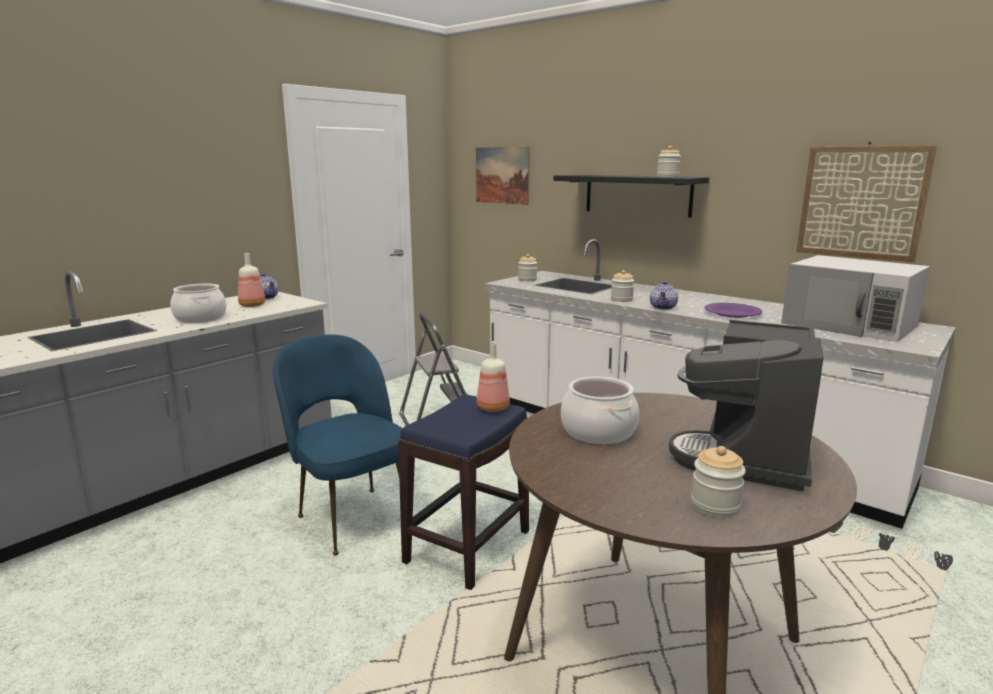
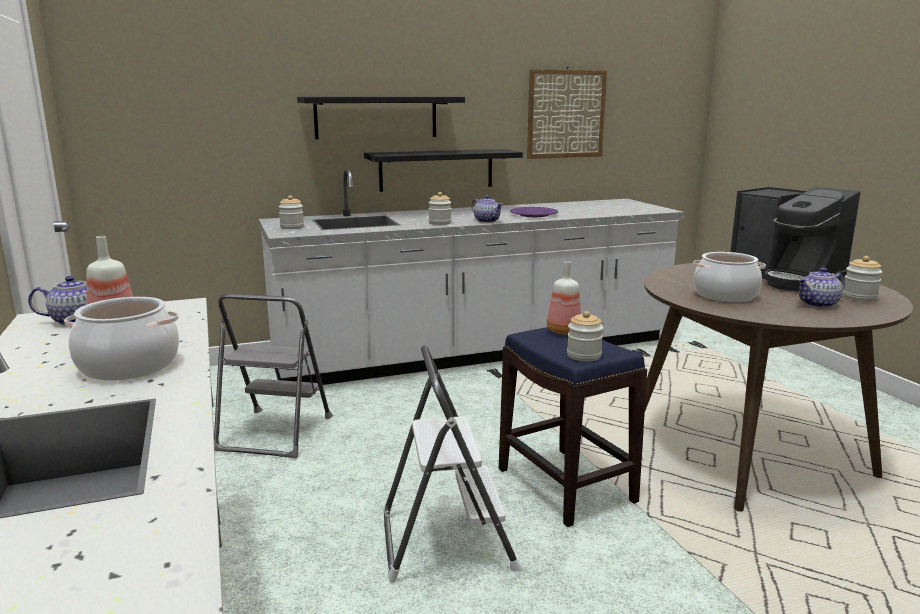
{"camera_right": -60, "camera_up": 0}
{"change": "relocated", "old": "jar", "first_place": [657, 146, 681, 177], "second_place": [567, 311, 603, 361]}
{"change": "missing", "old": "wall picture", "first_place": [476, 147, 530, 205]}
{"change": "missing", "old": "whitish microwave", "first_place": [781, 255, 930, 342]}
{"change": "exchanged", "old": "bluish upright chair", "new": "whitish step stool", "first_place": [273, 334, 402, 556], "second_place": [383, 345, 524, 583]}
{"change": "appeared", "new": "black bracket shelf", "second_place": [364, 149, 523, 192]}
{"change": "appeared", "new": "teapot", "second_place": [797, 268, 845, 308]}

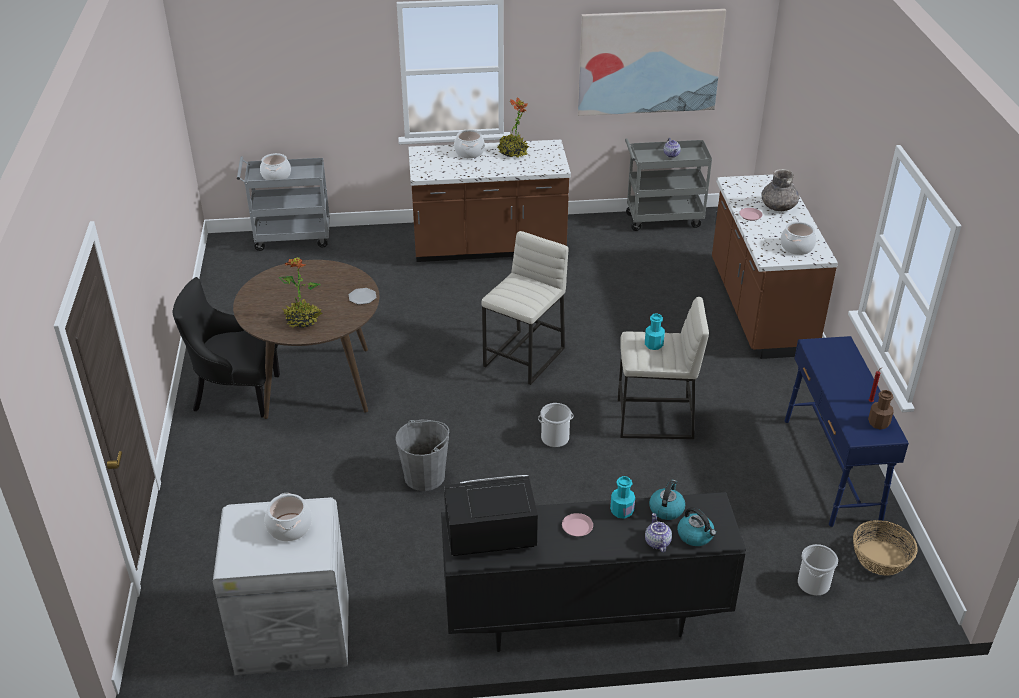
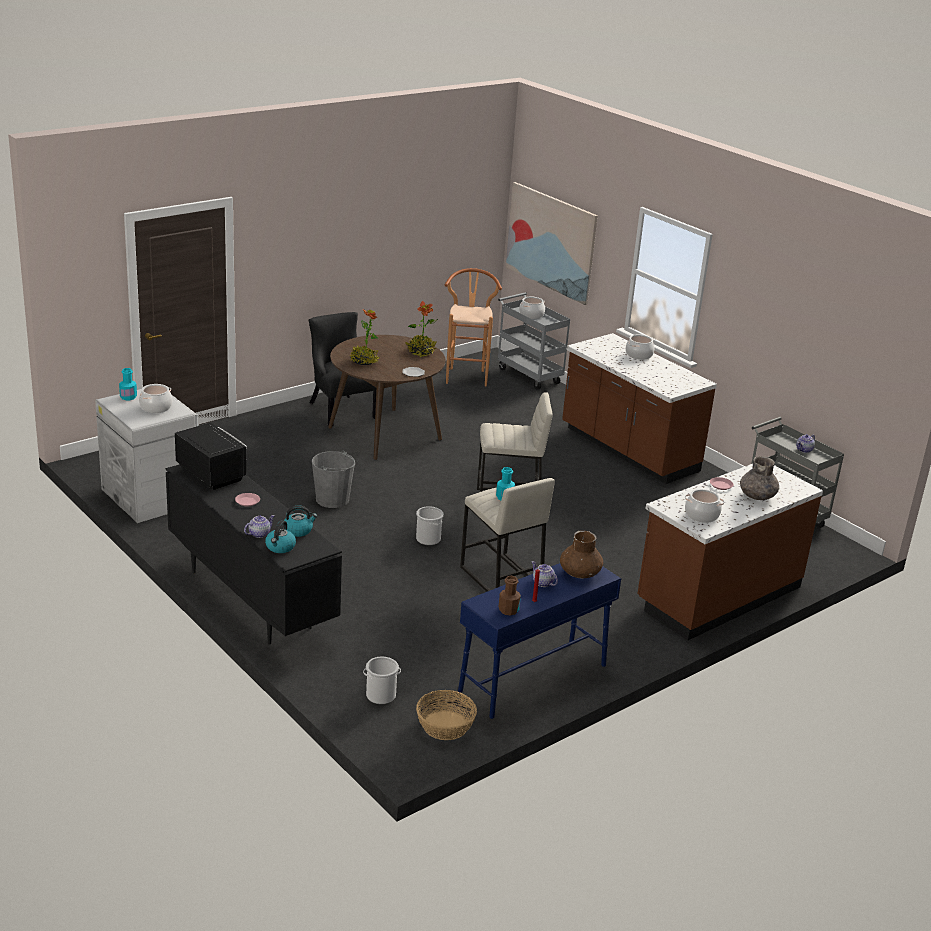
{"camera_right": 55, "camera_up": -10}
{"change": "relocated", "old": "wall picture", "first_place": [578, 9, 726, 116], "second_place": [506, 182, 598, 305]}
{"change": "relocated", "old": "plant in a pot", "first_place": [497, 98, 529, 158], "second_place": [405, 301, 438, 357]}
{"change": "relocated", "old": "turquoise-coloured drink bottle", "first_place": [610, 476, 635, 519], "second_place": [119, 368, 137, 400]}
{"change": "appeared", "new": "brown sitting stool", "second_place": [445, 268, 502, 387]}
{"change": "appeared", "new": "brown decorative vase", "second_place": [560, 531, 603, 579]}
{"change": "appeared", "new": "teapot", "second_place": [532, 561, 558, 587]}

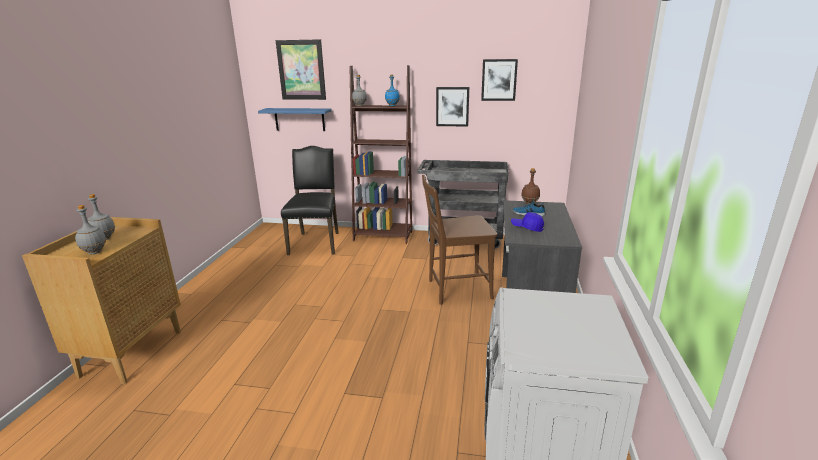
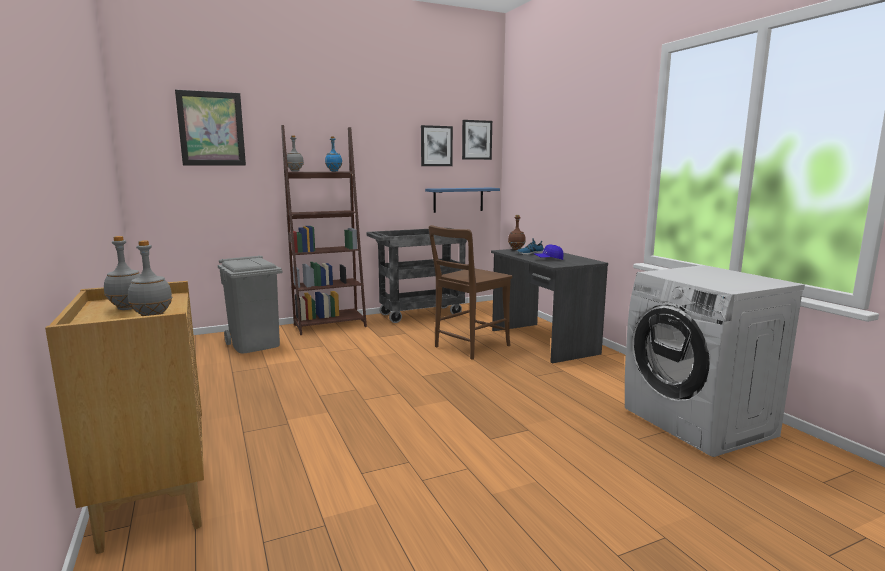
{"camera_right": -35, "camera_up": -10}
{"change": "relocated", "old": "wall picture", "first_place": [436, 87, 469, 127], "second_place": [462, 120, 492, 160]}
{"change": "relocated", "old": "bluish bracket shelf", "first_place": [258, 108, 332, 131], "second_place": [425, 188, 500, 213]}
{"change": "exchanged", "old": "black upright chair", "new": "gray waste bin", "first_place": [281, 146, 339, 255], "second_place": [218, 255, 283, 353]}

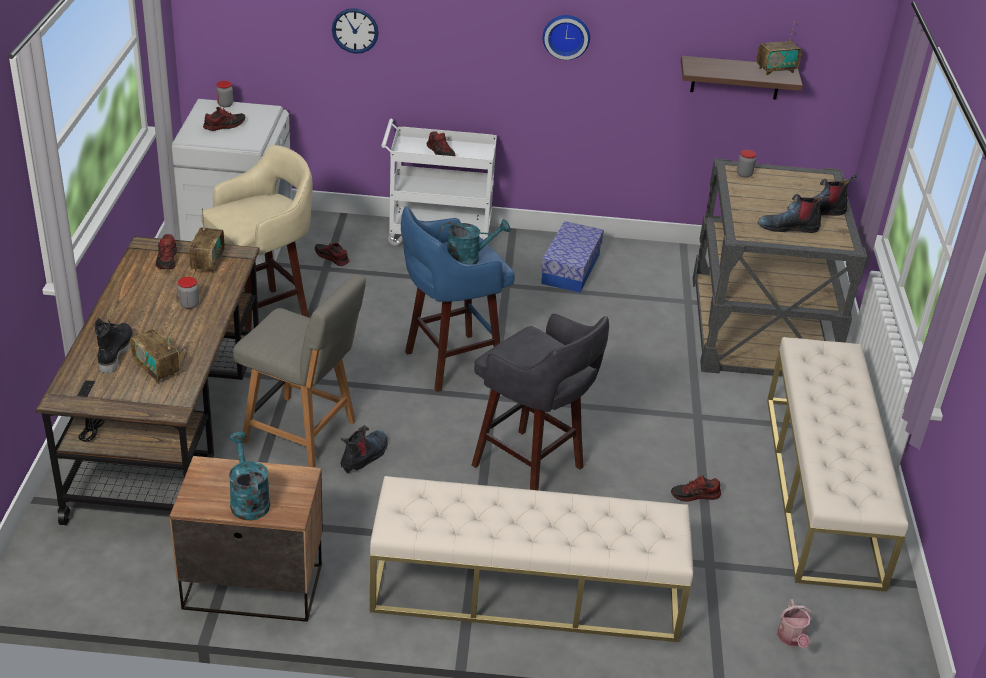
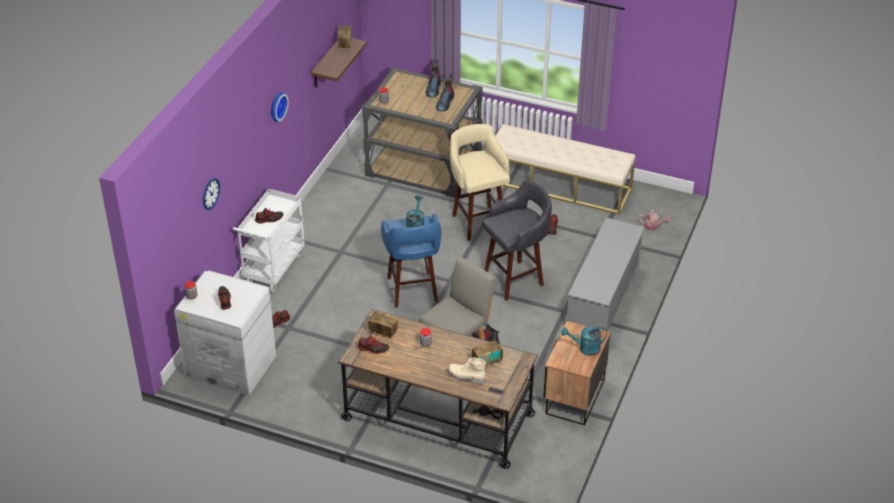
{"camera_right": -70, "camera_up": 5}
{"change": "relocated", "old": "beige sitting stool", "first_place": [201, 145, 313, 337], "second_place": [450, 124, 510, 241]}
{"change": "missing", "old": "storage container", "first_place": [541, 221, 604, 293]}
{"change": "colour", "old": "black high-top boot", "new": "beige high-top boot", "first_place": [94, 317, 134, 374], "second_place": [448, 357, 486, 385]}
{"change": "exchanged", "old": "beige long seat", "new": "gray shoe rack", "first_place": [370, 476, 693, 642], "second_place": [567, 218, 645, 331]}

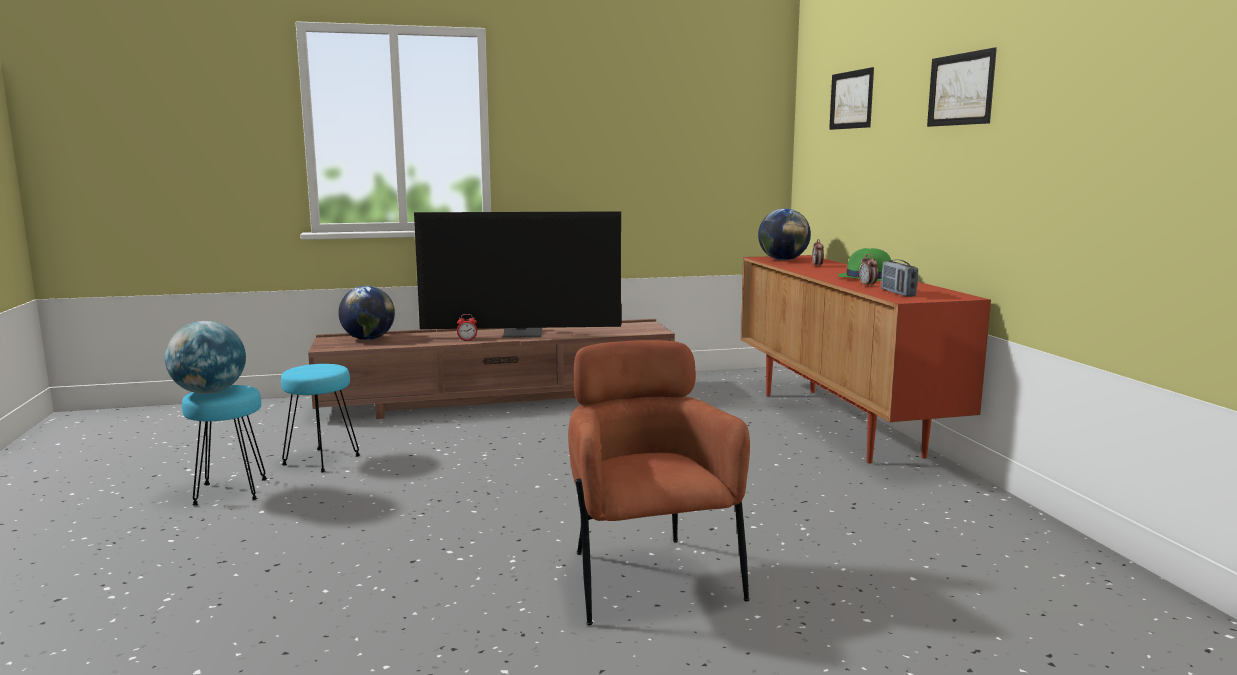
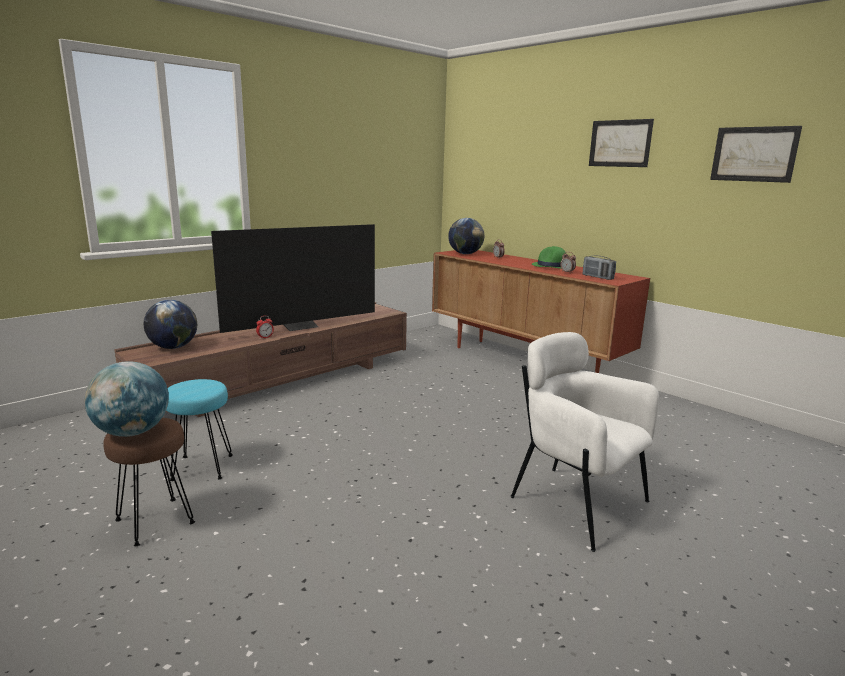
{"camera_right": -30, "camera_up": 5}
{"change": "relocated", "old": "wall picture", "first_place": [829, 67, 874, 130], "second_place": [710, 126, 802, 183]}
{"change": "colour", "old": "brown armchair", "new": "whitish armchair", "first_place": [568, 340, 750, 625], "second_place": [511, 332, 659, 552]}
{"change": "colour", "old": "turquoise-coloured sitting stool", "new": "brown sitting stool", "first_place": [182, 385, 267, 505], "second_place": [103, 418, 195, 546]}

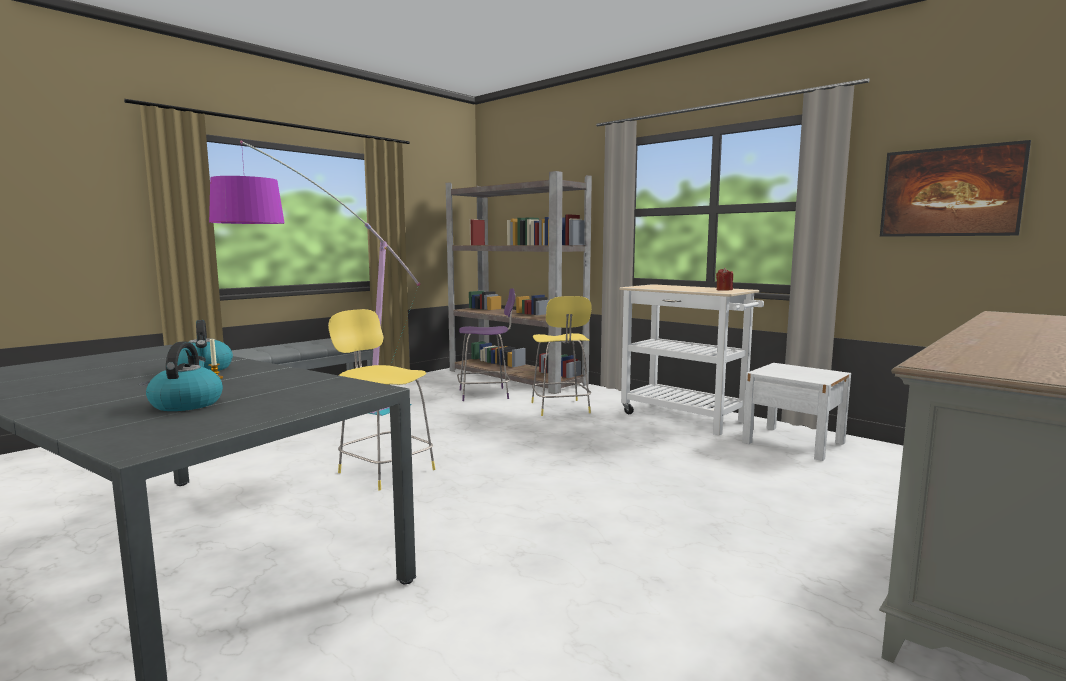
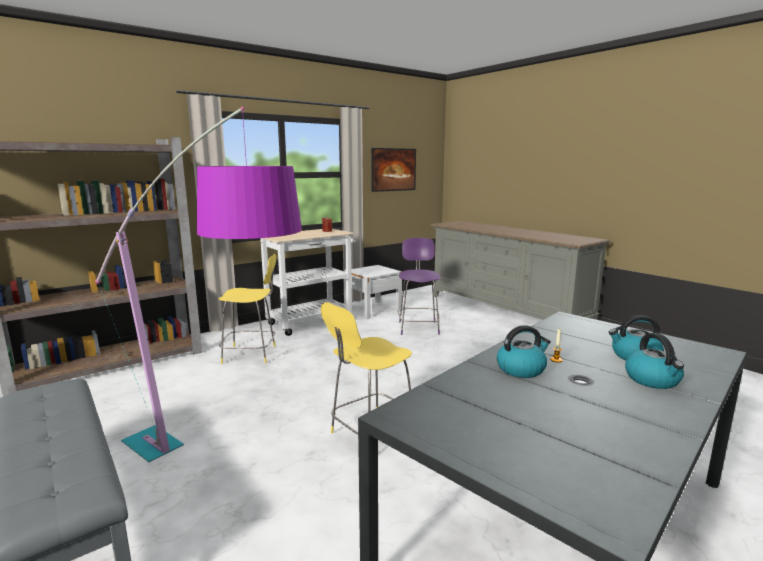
{"camera_right": -80, "camera_up": 5}
{"change": "relocated", "old": "purple sitting stool", "first_place": [457, 288, 515, 401], "second_place": [398, 238, 441, 335]}
{"change": "appeared", "new": "kettle", "second_place": [625, 333, 684, 389]}

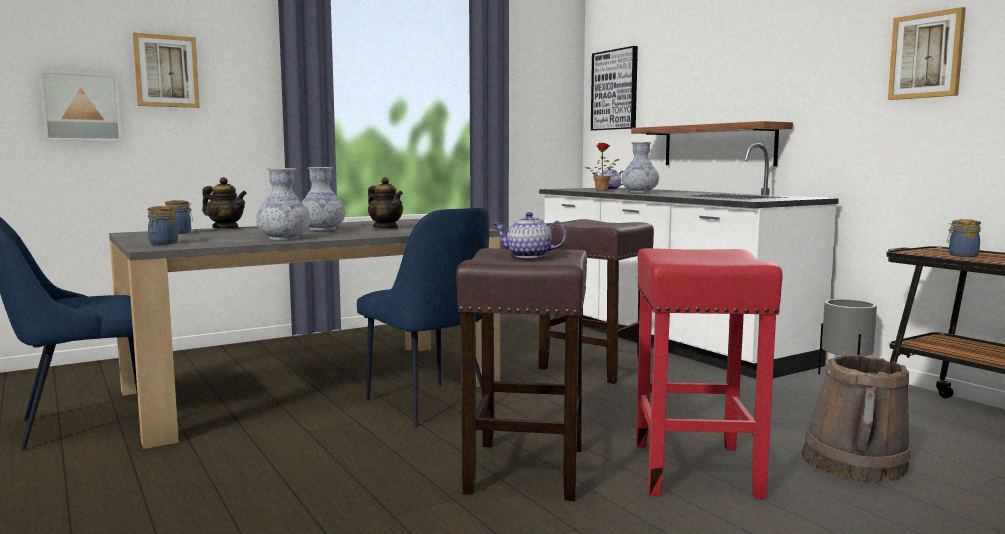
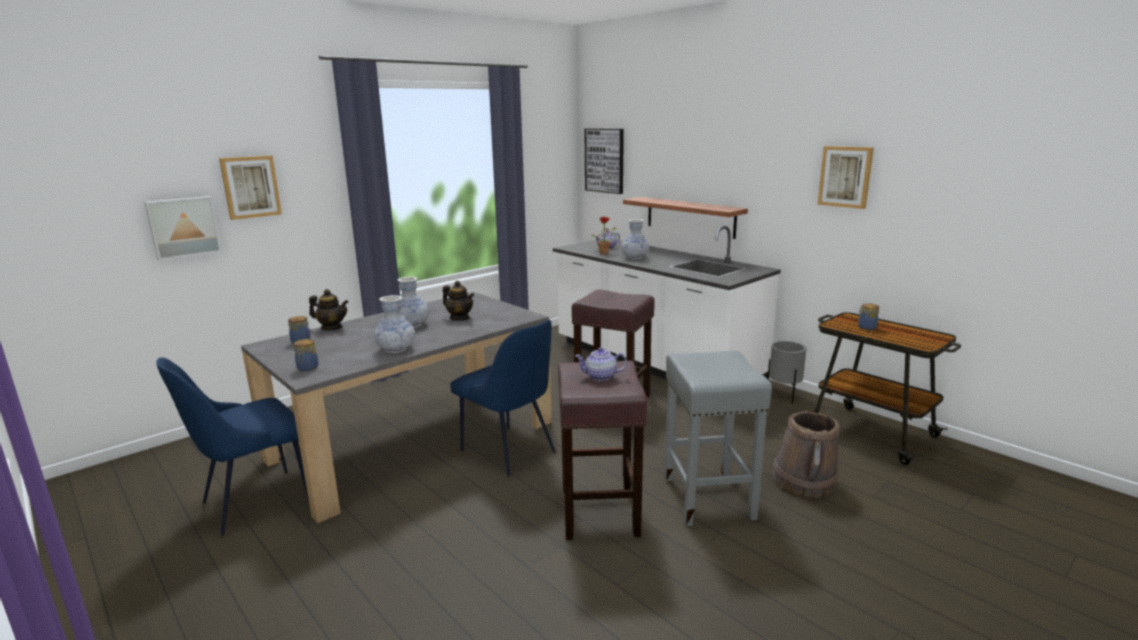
{"camera_right": -10, "camera_up": 10}
{"change": "colour", "old": "red sitting stool", "new": "gray sitting stool", "first_place": [636, 248, 782, 499], "second_place": [665, 350, 772, 526]}

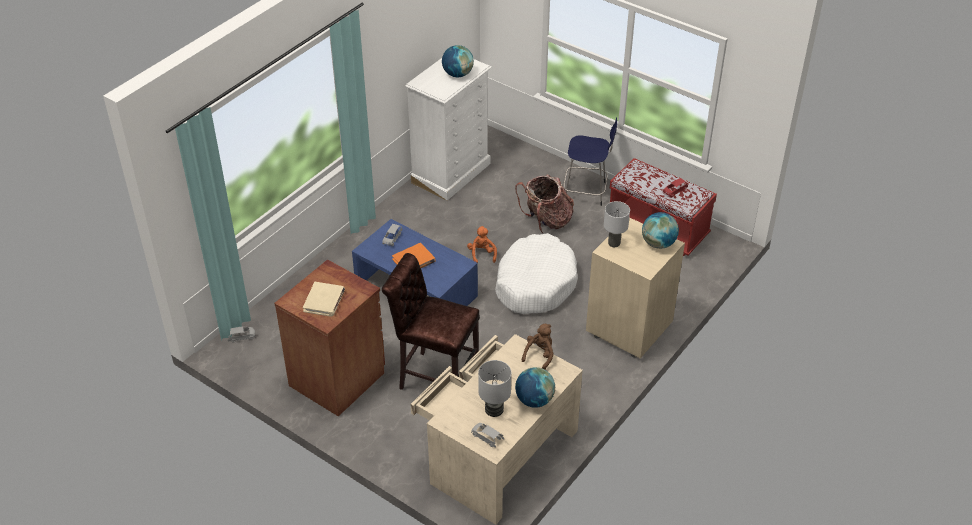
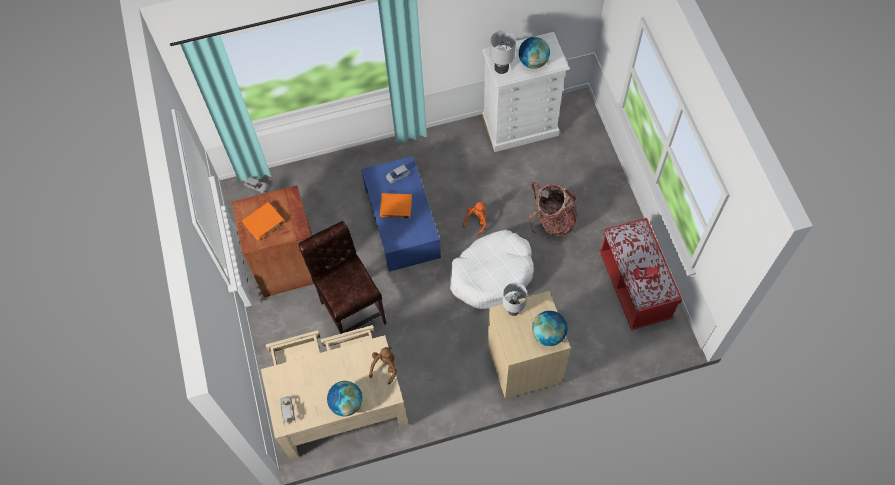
{"camera_right": 40, "camera_up": 20}
{"change": "missing", "old": "bluish sitting stool", "first_place": [563, 117, 617, 206]}
{"change": "colour", "old": "beige book", "new": "orange-coloured book", "first_place": [303, 282, 345, 317], "second_place": [242, 202, 285, 240]}
{"change": "spun", "old": "brown cuddly toy", "first_place": [522, 324, 554, 370], "second_place": [369, 346, 397, 384], "degrees": -45}
{"change": "relocated", "old": "gray tabletop lamp", "first_place": [478, 360, 511, 417], "second_place": [490, 30, 516, 74]}

